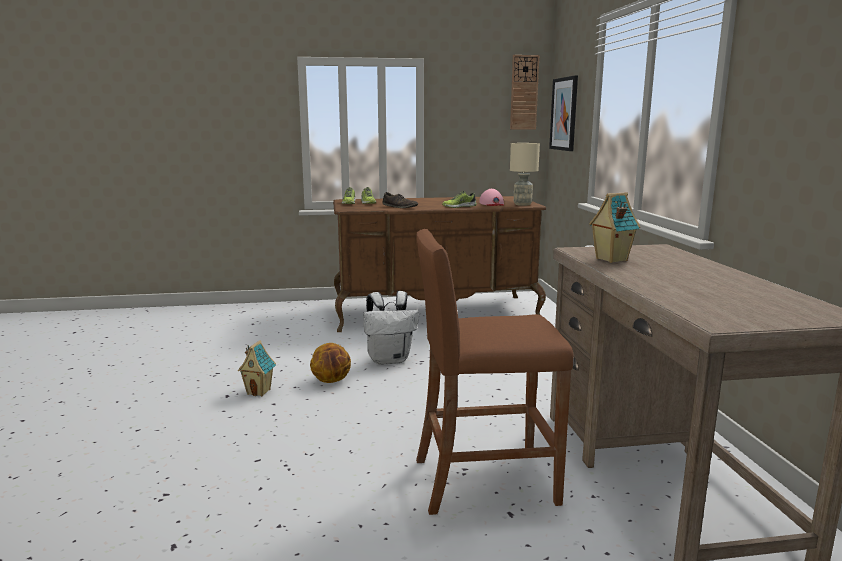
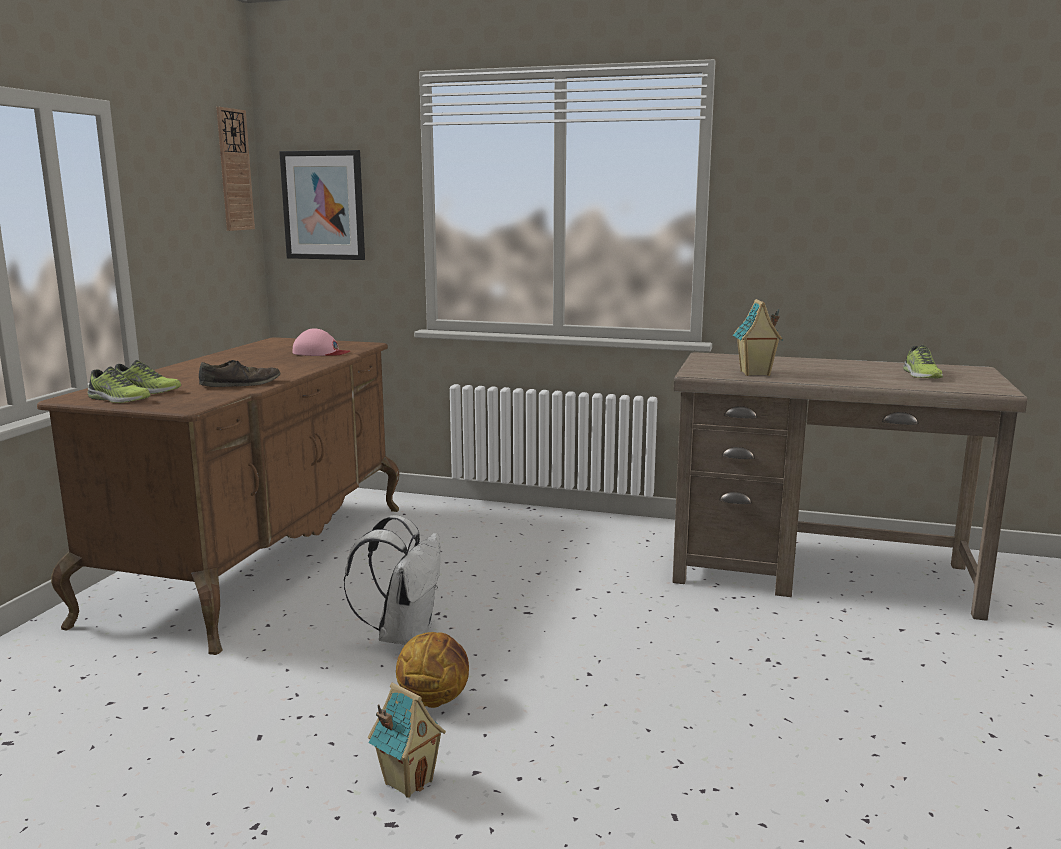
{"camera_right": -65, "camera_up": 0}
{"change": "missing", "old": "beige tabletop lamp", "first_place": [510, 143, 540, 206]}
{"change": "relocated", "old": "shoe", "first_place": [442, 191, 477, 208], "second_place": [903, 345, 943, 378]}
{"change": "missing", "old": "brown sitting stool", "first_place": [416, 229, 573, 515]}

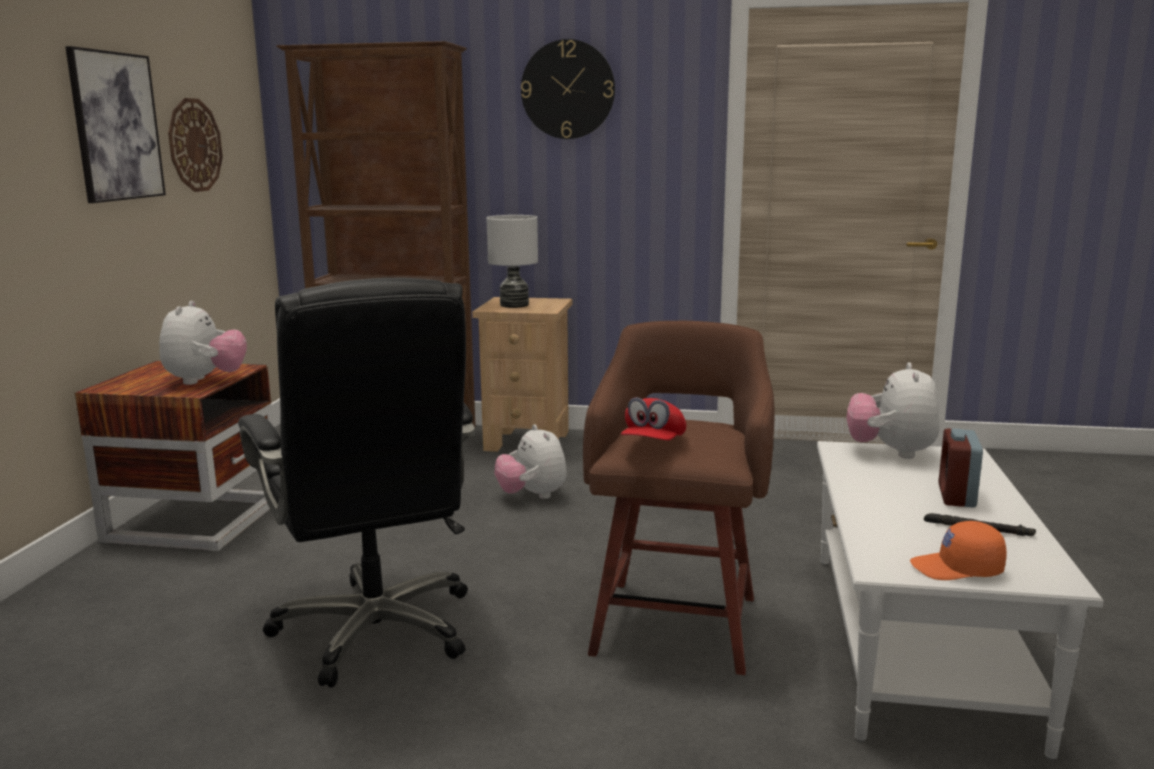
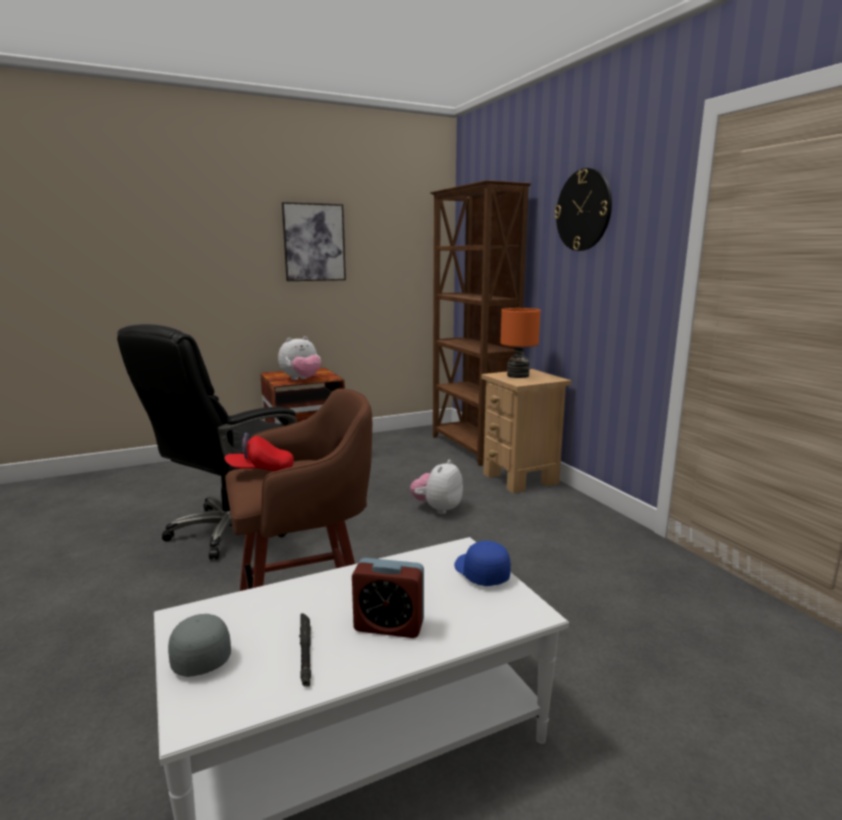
{"camera_right": 55, "camera_up": 0}
{"change": "missing", "old": "wall clock", "first_place": [168, 98, 223, 192]}
{"change": "colour", "old": "gray tabletop lamp", "new": "orange-coloured tabletop lamp", "first_place": [486, 215, 538, 308], "second_place": [500, 308, 541, 378]}
{"change": "exchanged", "old": "cuddly toy", "new": "bluish cap", "first_place": [847, 362, 940, 459], "second_place": [454, 541, 511, 586]}
{"change": "spun", "old": "alarm clock", "first_place": [939, 428, 983, 508], "second_place": [352, 558, 424, 638], "degrees": -150}
{"change": "colour", "old": "orange-coloured cap", "new": "gray cap", "first_place": [910, 521, 1007, 580], "second_place": [168, 614, 231, 677]}

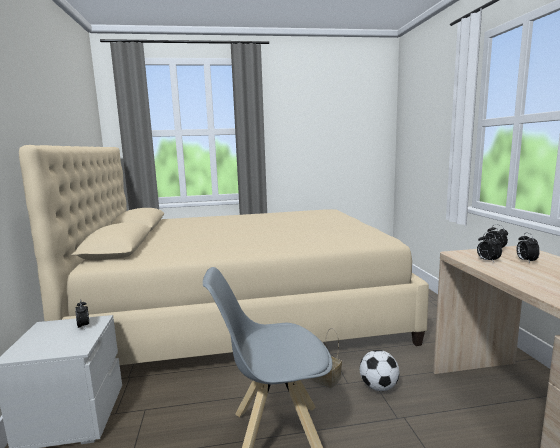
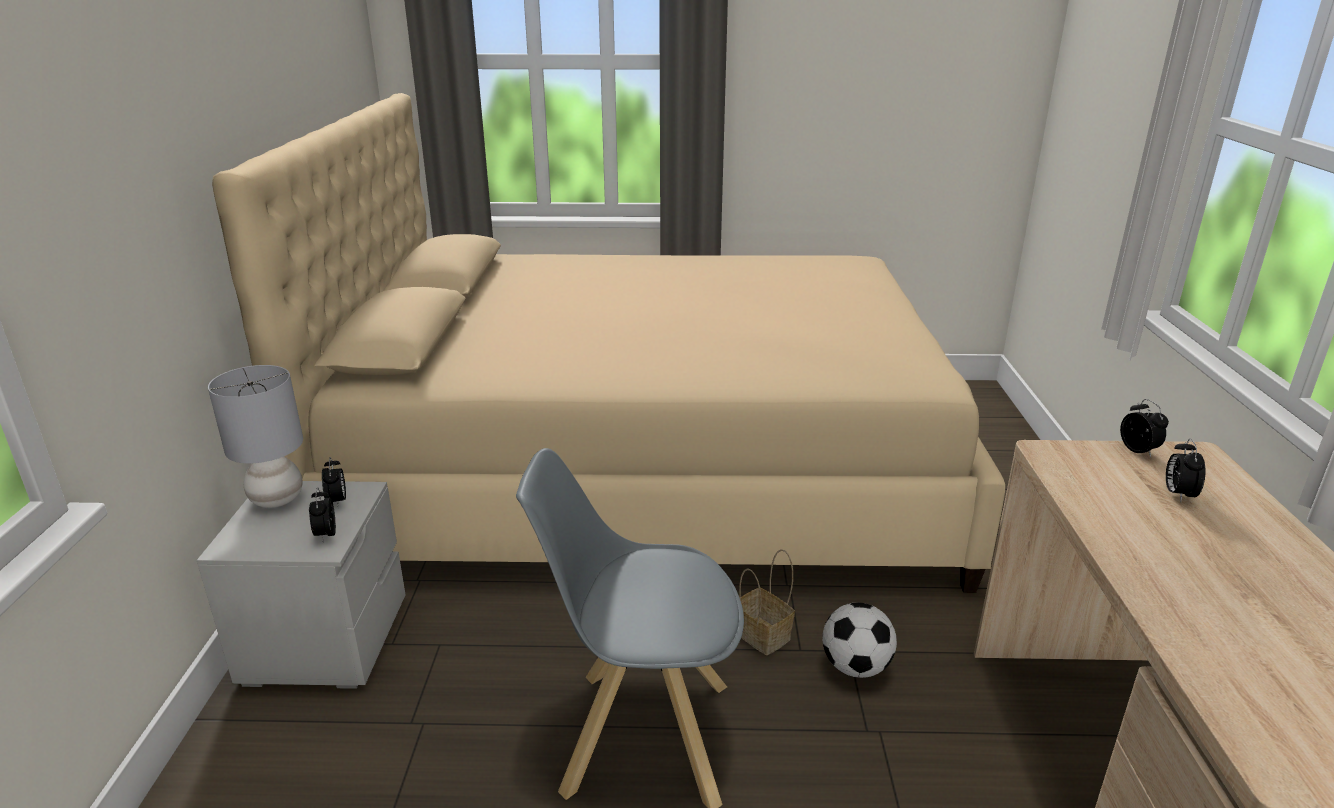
{"camera_right": 10, "camera_up": 15}
{"change": "relocated", "old": "alarm clock", "first_place": [477, 233, 502, 262], "second_place": [309, 487, 336, 542]}
{"change": "appeared", "new": "gray tabletop lamp", "second_place": [208, 365, 303, 508]}

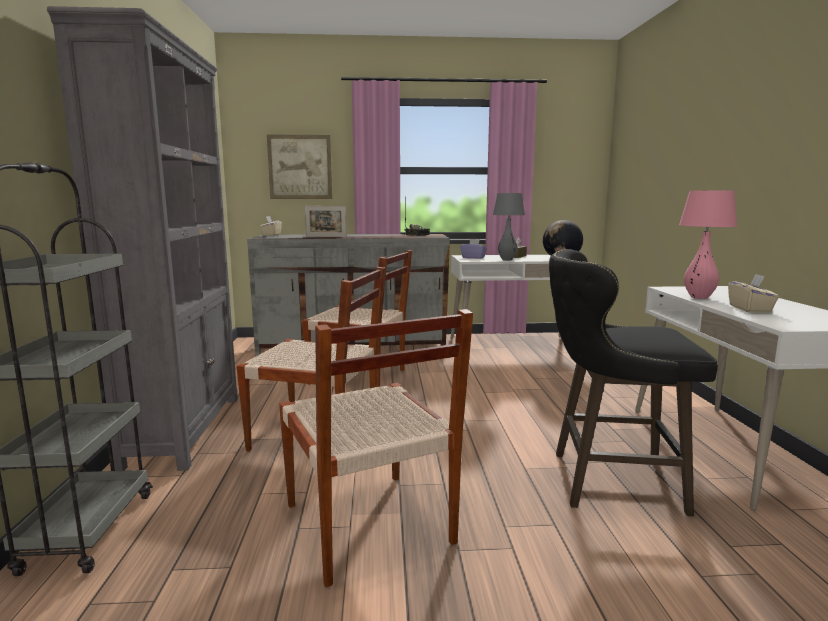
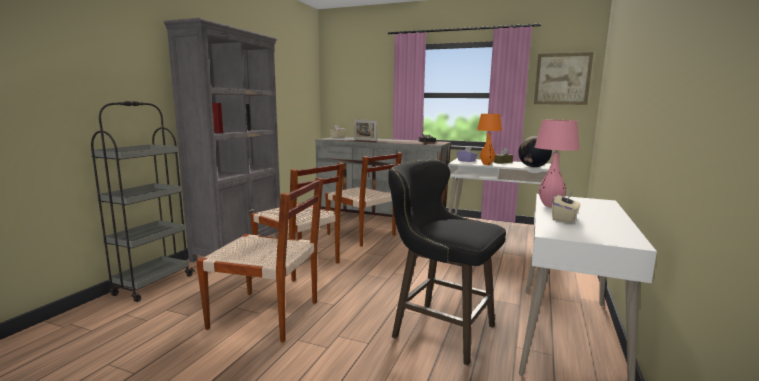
{"camera_right": 25, "camera_up": 0}
{"change": "relocated", "old": "wall picture", "first_place": [267, 134, 332, 199], "second_place": [534, 52, 593, 105]}
{"change": "colour", "old": "gray tabletop lamp", "new": "orange-coloured tabletop lamp", "first_place": [493, 193, 525, 261], "second_place": [477, 114, 502, 165]}
{"change": "spun", "old": "upright chair", "first_place": [279, 309, 473, 587], "second_place": [197, 177, 323, 342], "degrees": -75}

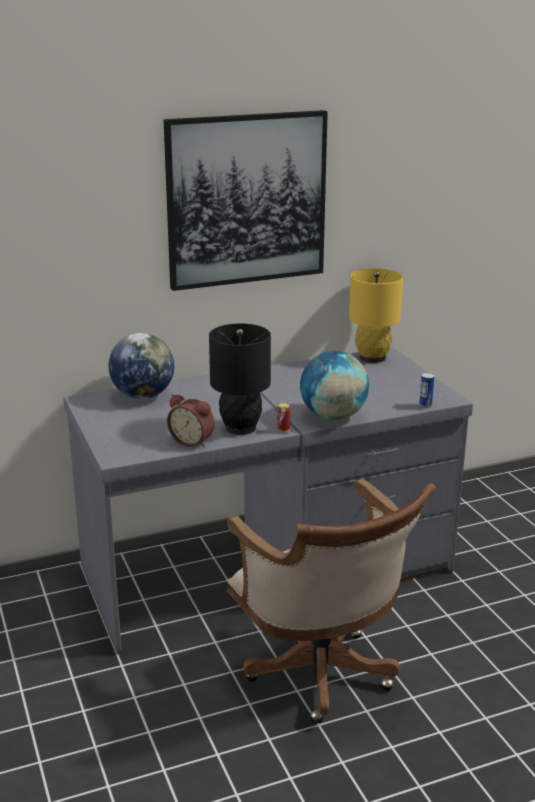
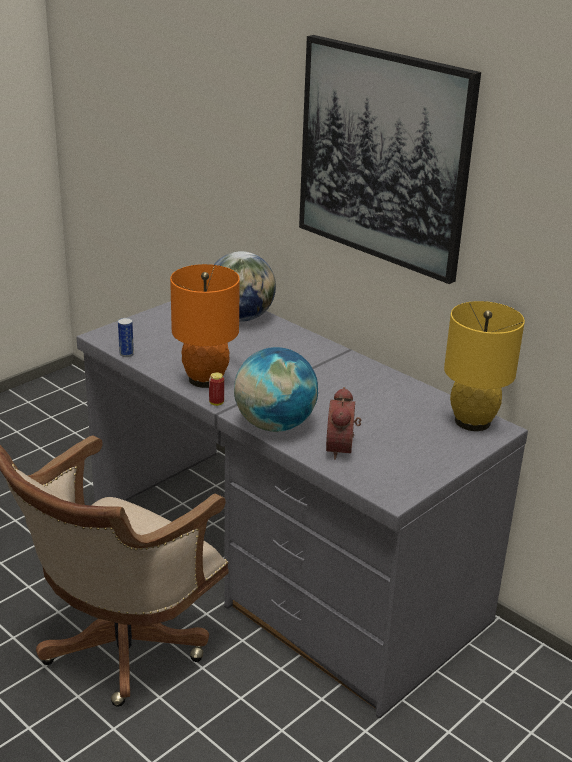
{"camera_right": 65, "camera_up": 5}
{"change": "colour", "old": "black tabletop lamp", "new": "orange-coloured tabletop lamp", "first_place": [209, 324, 271, 435], "second_place": [170, 264, 240, 388]}
{"change": "relocated", "old": "can", "first_place": [419, 373, 434, 408], "second_place": [118, 318, 134, 357]}
{"change": "relocated", "old": "alarm clock", "first_place": [167, 394, 215, 448], "second_place": [326, 387, 361, 460]}

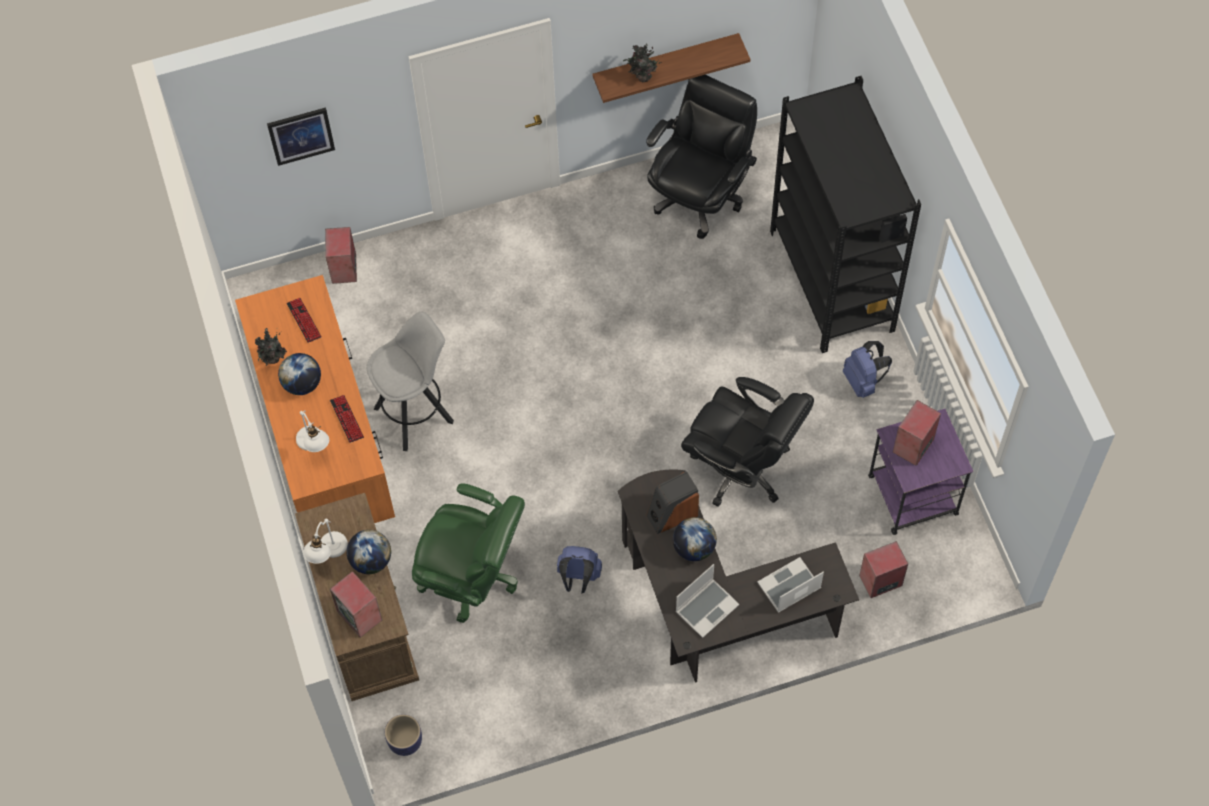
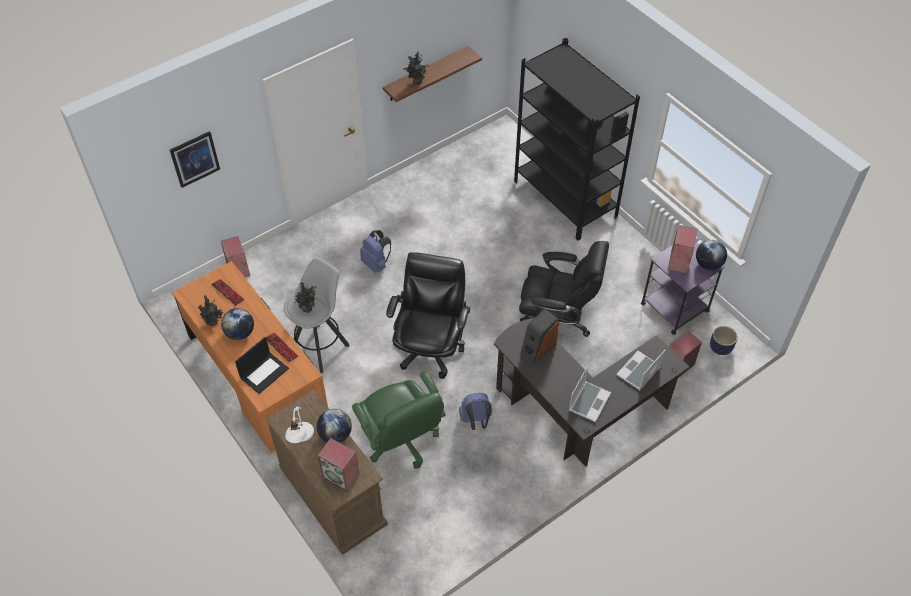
{"camera_right": -20, "camera_up": -10}
{"change": "relocated", "old": "black office chair", "first_place": [646, 75, 757, 239], "second_place": [386, 252, 470, 379]}
{"change": "relocated", "old": "bluish backpack", "first_place": [843, 341, 892, 398], "second_place": [360, 230, 391, 273]}
{"change": "exchanged", "old": "whitish tabletop lamp", "new": "laptop", "first_place": [296, 410, 329, 452], "second_place": [235, 337, 289, 394]}
{"change": "spun", "old": "green office chair", "first_place": [412, 483, 525, 623], "second_place": [352, 371, 446, 469], "degrees": 60}
{"change": "relocated", "old": "desk globe", "first_place": [673, 517, 717, 561], "second_place": [696, 240, 727, 270]}
{"change": "relocated", "old": "planter", "first_place": [385, 714, 422, 756], "second_place": [710, 326, 738, 355]}
{"change": "appeared", "new": "plant in a pot", "second_place": [293, 282, 316, 313]}

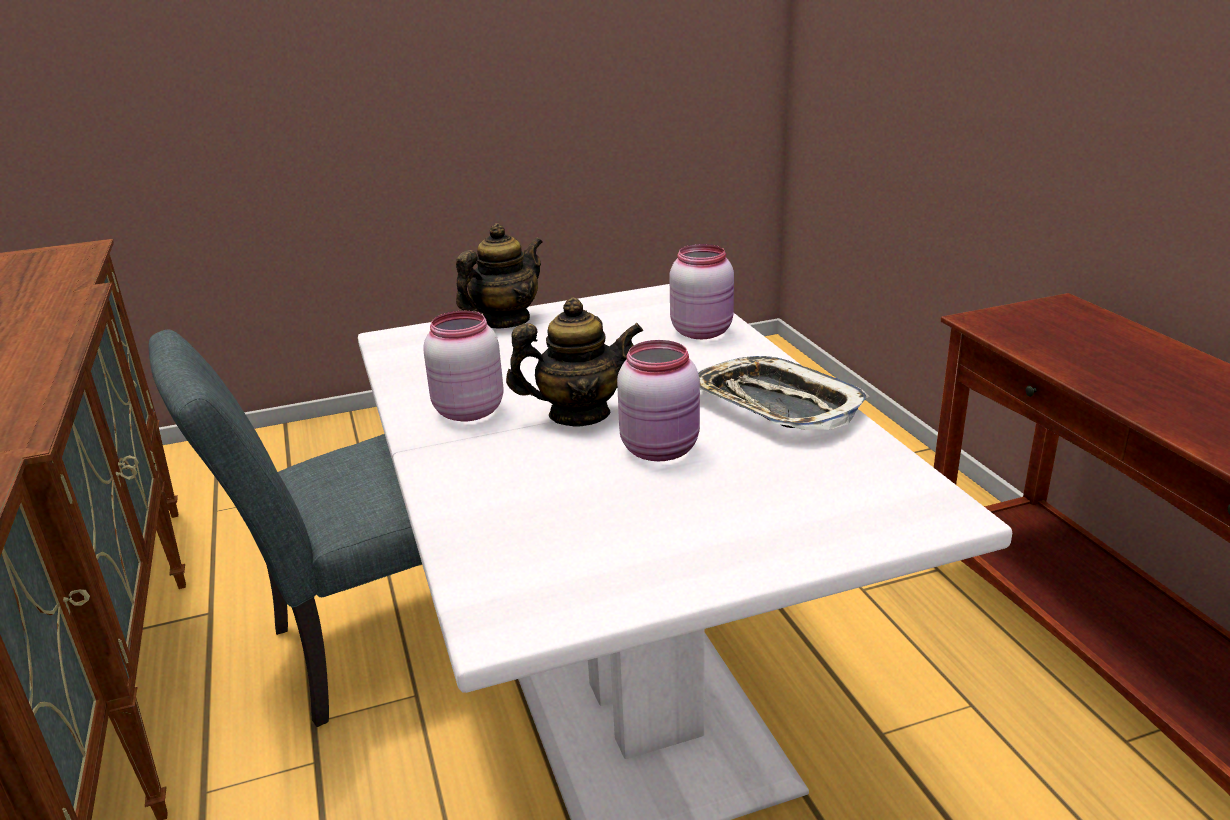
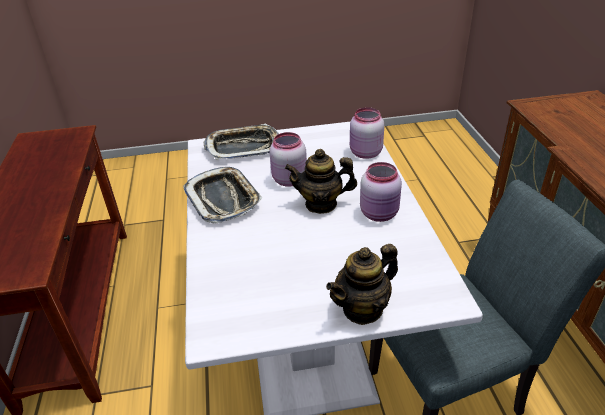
{"camera_right": -170, "camera_up": 10}
{"change": "relocated", "old": "pink jar", "first_place": [669, 244, 734, 339], "second_place": [350, 108, 384, 159]}
{"change": "appeared", "new": "serving tray", "second_place": [204, 123, 279, 160]}

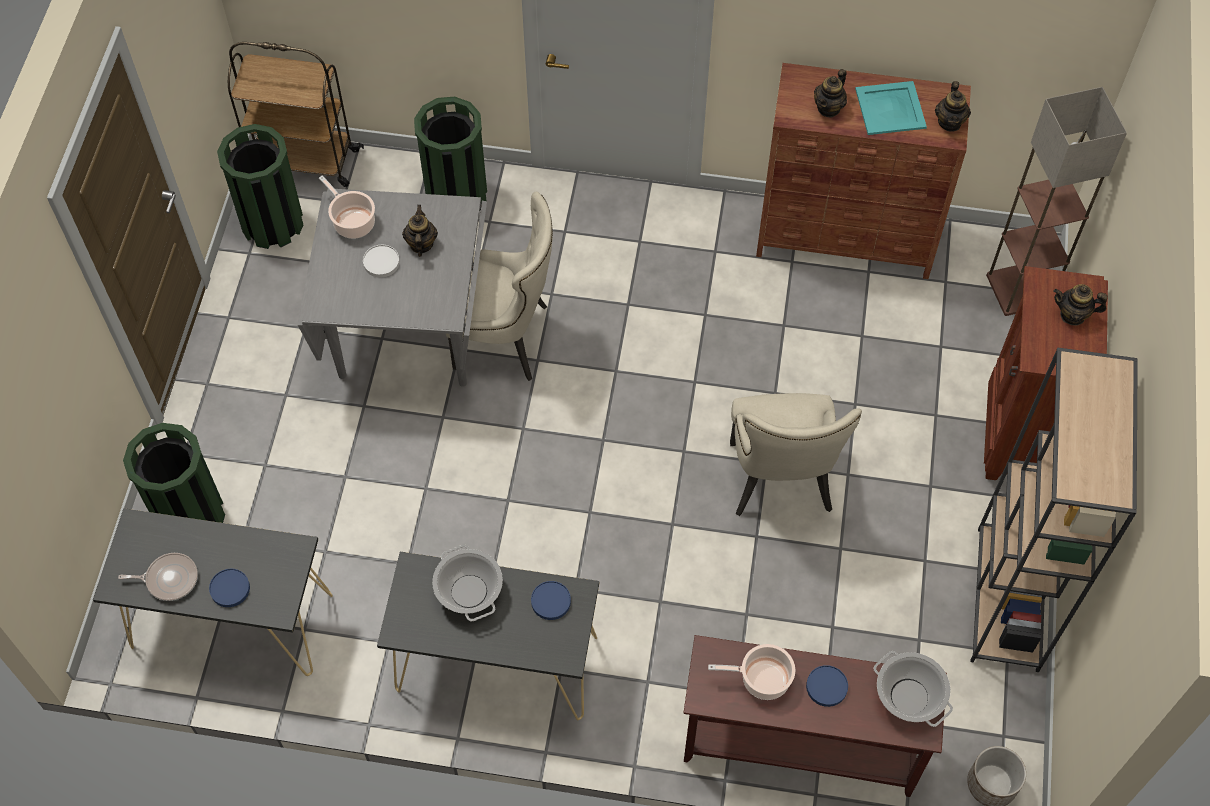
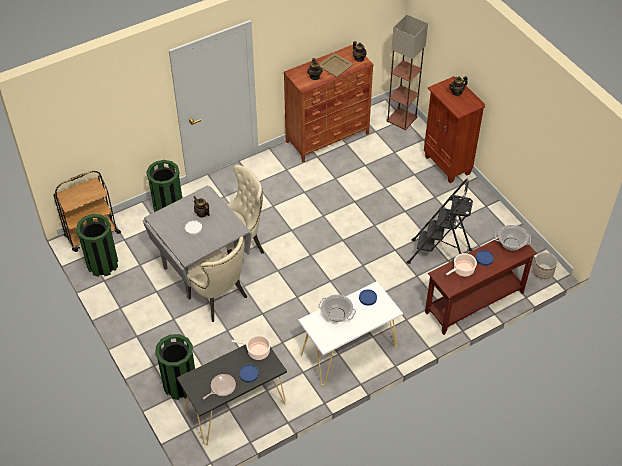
{"camera_right": -40, "camera_up": -10}
{"change": "colour", "old": "turquoise-coloured serving tray", "new": "beige serving tray", "first_place": [855, 81, 927, 135], "second_place": [319, 53, 354, 77]}
{"change": "relocated", "old": "cooking pot", "first_place": [319, 176, 375, 239], "second_place": [232, 335, 271, 360]}
{"change": "missing", "old": "bookcase", "first_place": [970, 348, 1138, 672]}
{"change": "relocated", "old": "beige upright chair", "first_place": [730, 393, 862, 516], "second_place": [187, 236, 247, 322]}
{"change": "colour", "old": "black console table", "new": "whitish console table", "first_place": [377, 552, 599, 720], "second_place": [298, 281, 403, 385]}
{"change": "appeared", "new": "step stool", "second_place": [407, 179, 473, 264]}

